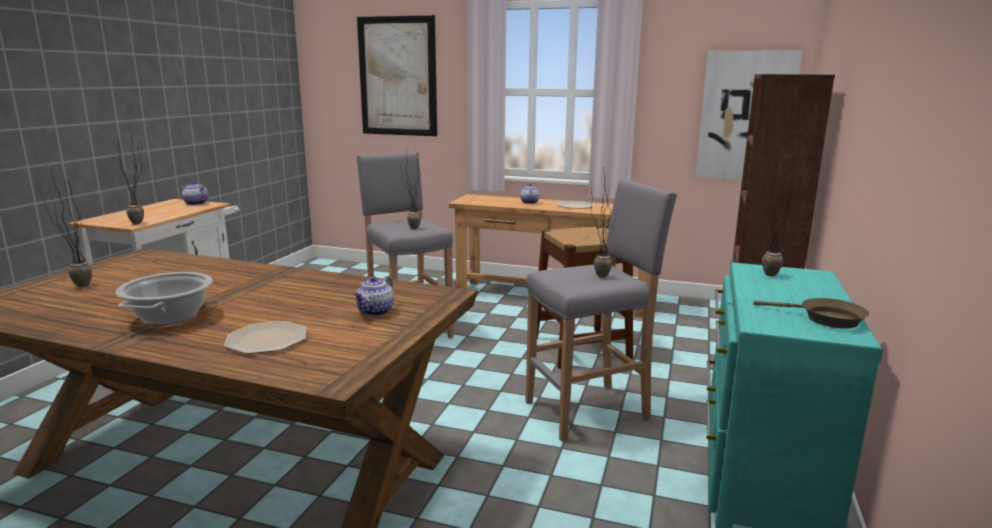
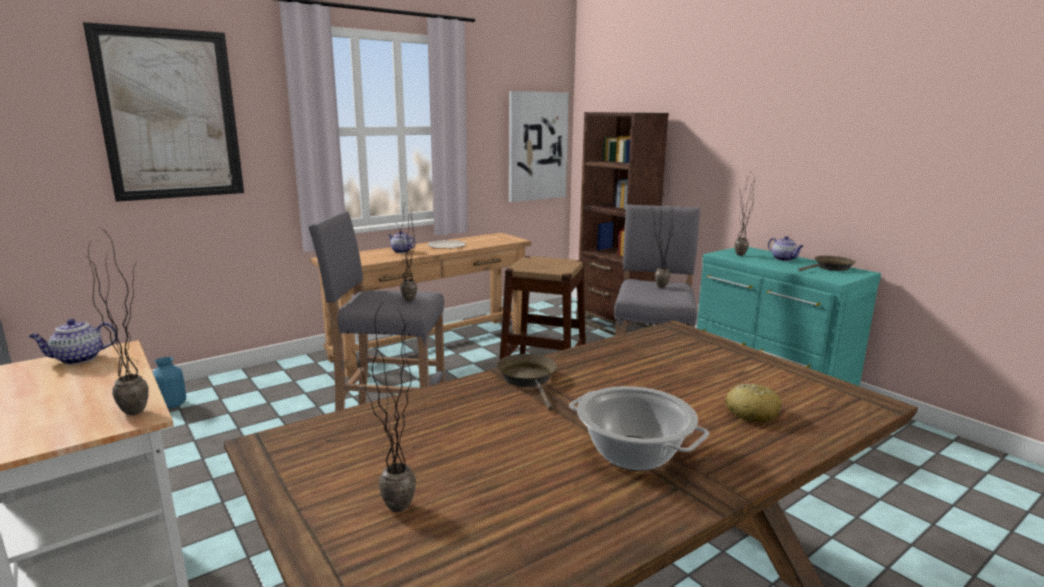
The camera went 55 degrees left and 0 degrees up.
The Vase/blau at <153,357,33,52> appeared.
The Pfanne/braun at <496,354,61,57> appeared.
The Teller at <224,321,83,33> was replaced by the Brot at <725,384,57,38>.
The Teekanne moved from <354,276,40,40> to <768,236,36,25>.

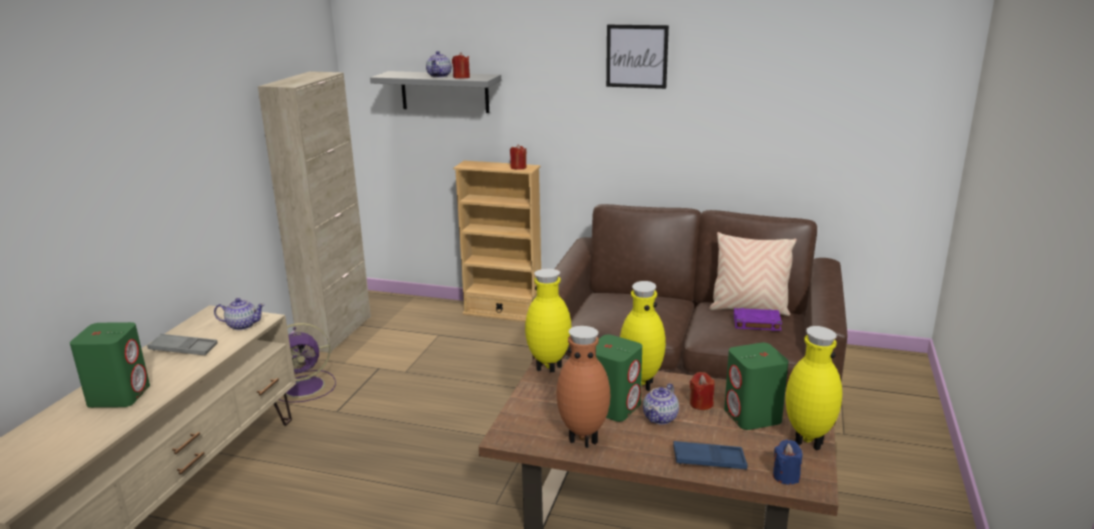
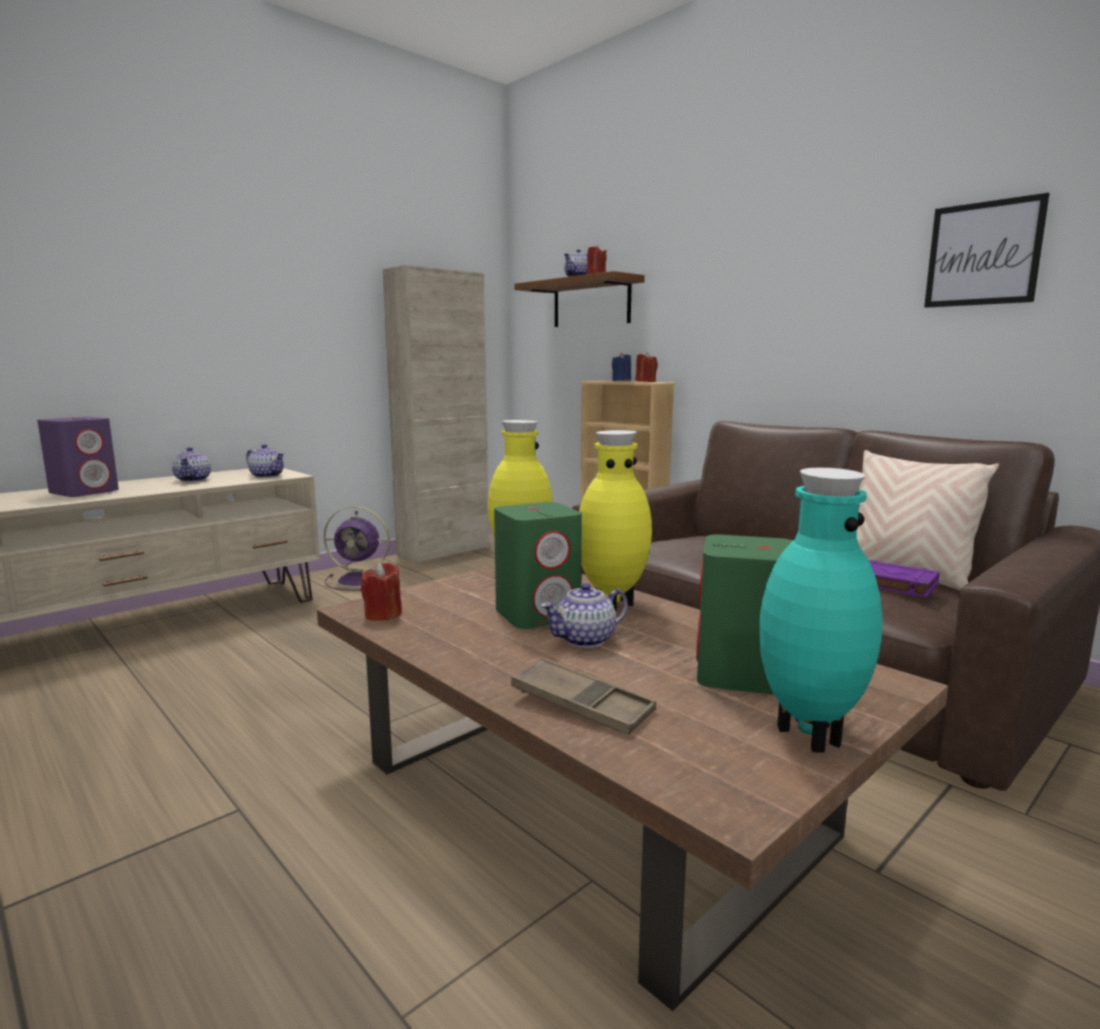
The camera went 30 degrees right and 10 degrees down.
The Lautsprecher/grün at <70,322,80,86> became the Lautsprecher/lila at <37,417,82,80>.
The Tablett/grau at <147,334,71,21> was replaced by the Teekanne at <172,447,39,35>.
The Kerze/rot moved from <690,372,24,38> to <361,563,41,58>.
The Tablett/blau at <673,441,75,28> became the Tablett/braun at <511,658,145,77>.
The Wandregal/grau at <370,71,131,42> became the Wandregal/braun at <515,271,130,56>.
The Kerze/blau moved from <773,440,29,45> to <612,352,19,29>.
The Vase/gelb at <785,326,57,124> became the Vase/türkis at <759,468,124,284>.
The Bild moved from <606,25,63,64> to <924,193,126,115>.
The Vase/braun at <557,326,53,122> disappeared.

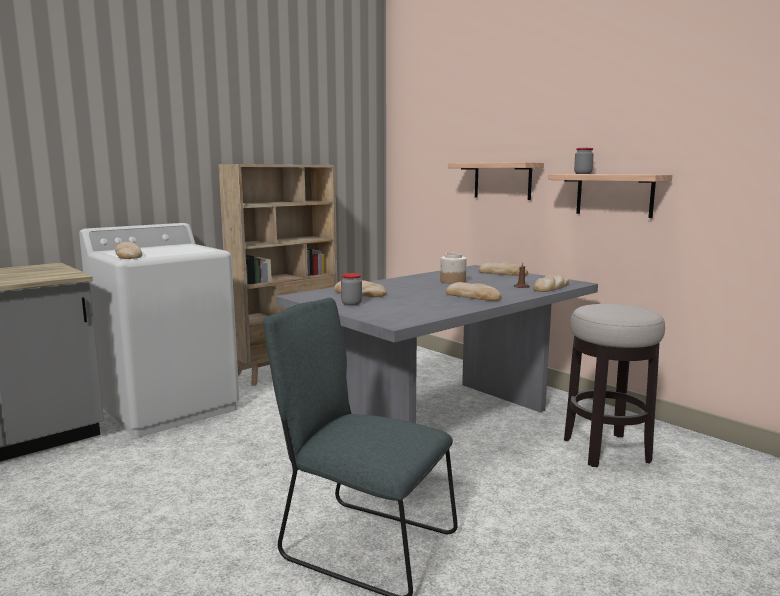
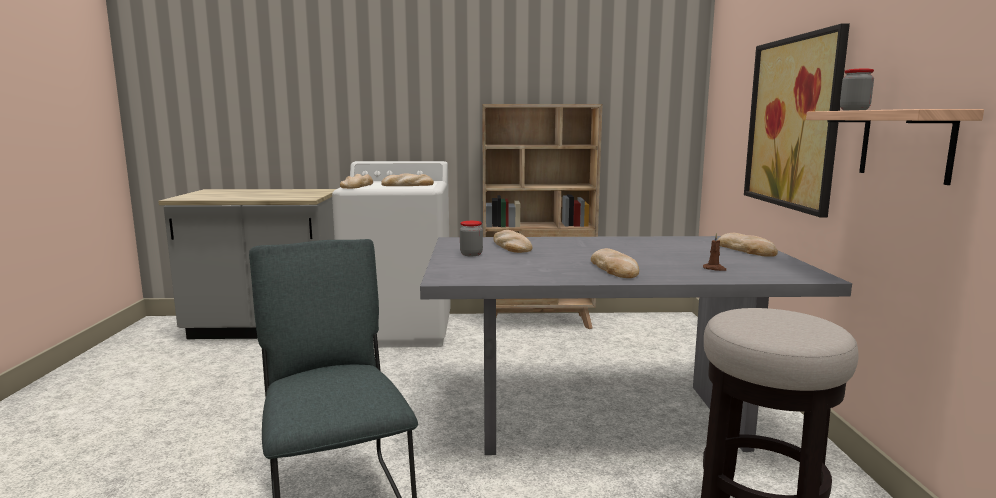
The camera went 40 degrees right and 0 degrees up.
The Brot moved from <533,274,36,18> to <381,173,53,13>.
The Wandregal at <448,162,96,38> was replaced by the Bild at <744,23,106,195>.
The Vorratsglas at <440,253,26,31> disappeared.

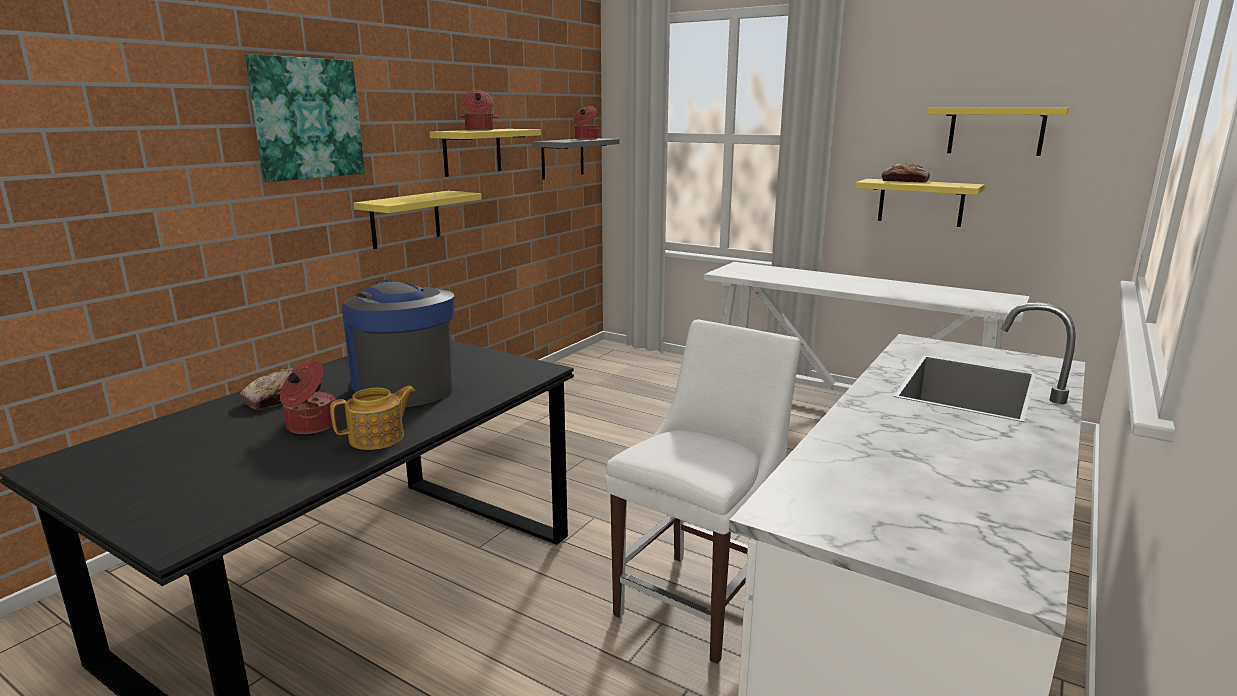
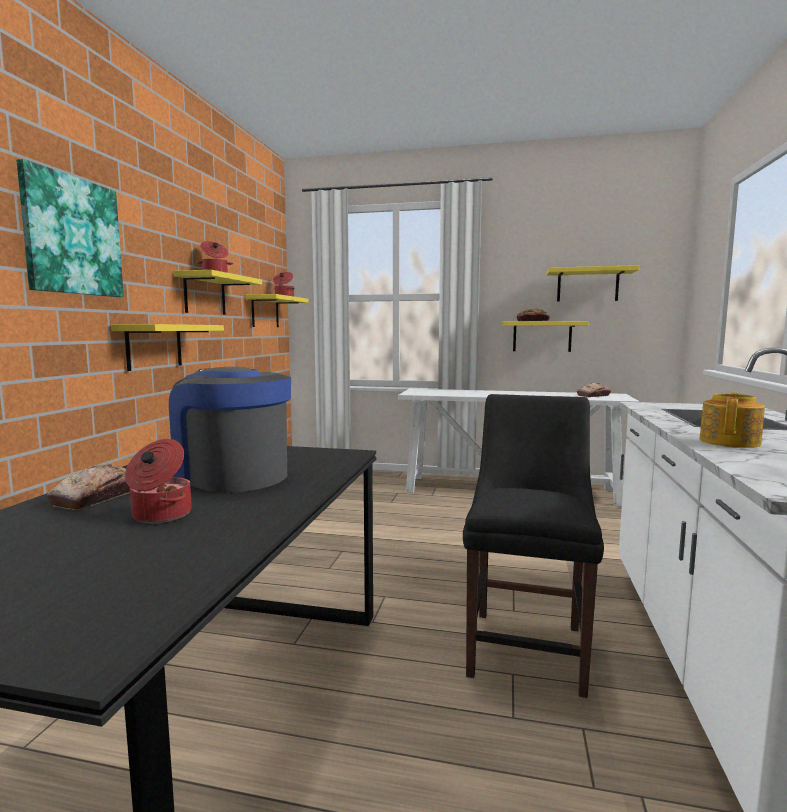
The camera went 20 degrees left and 10 degrees down.
The Wandregal/grau at <532,138,88,42> became the Wandregal/gelb at <246,294,62,33>.
The Stuhl/weiß at <605,319,196,345> became the Stuhl/schwarz at <463,394,141,304>.
The Brot at <577,383,34,14> appeared.
The Teekanne moved from <330,386,85,64> to <699,393,66,55>.

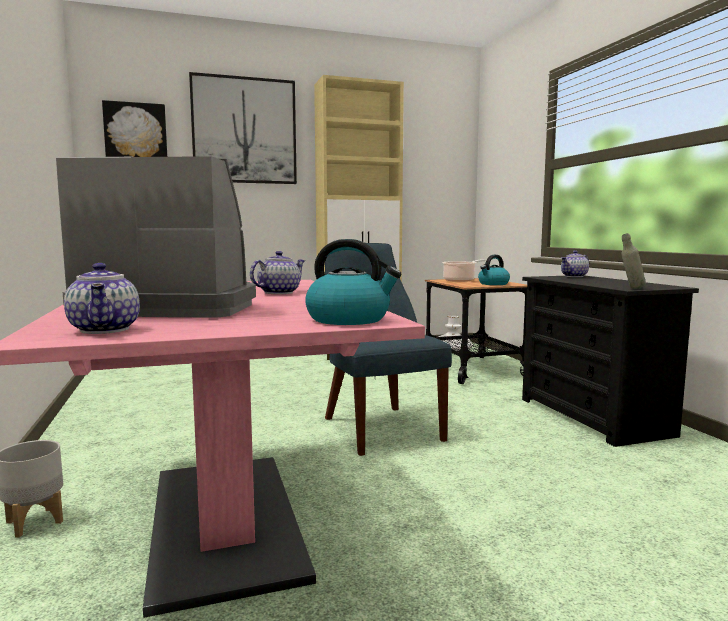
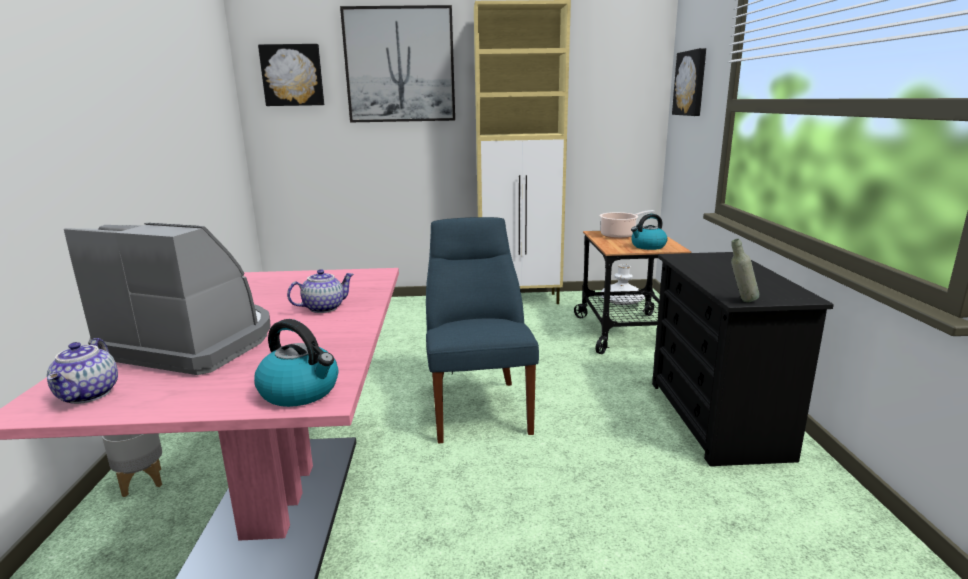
The camera went 15 degrees right and 10 degrees up.
The Bild at <672,48,34,68> appeared.
The Teekanne at <561,250,28,27> disappeared.

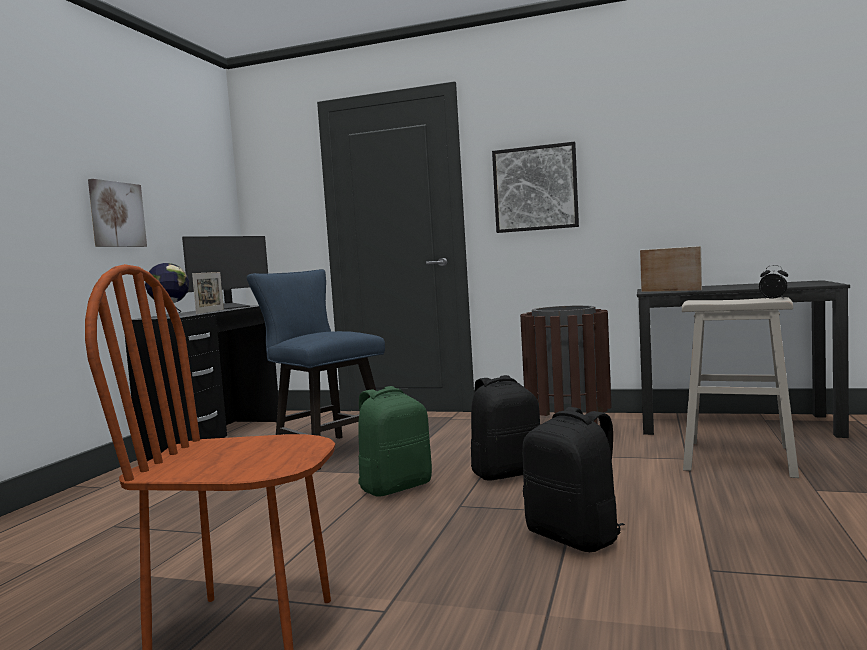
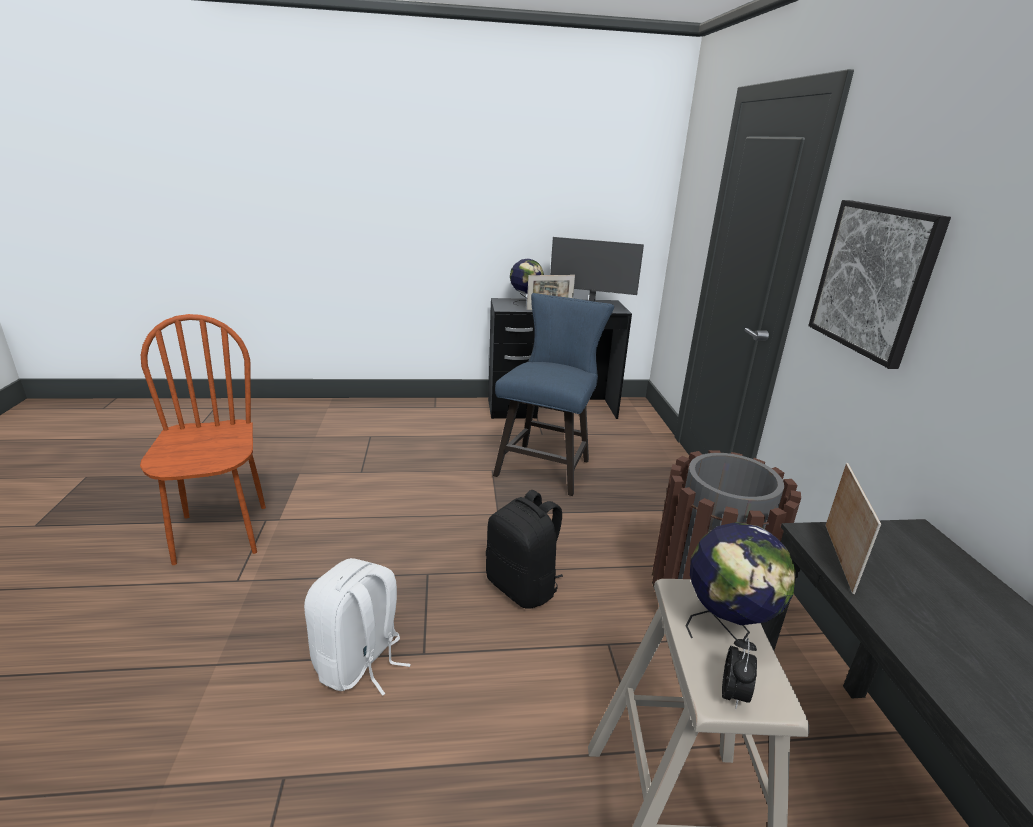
The camera went 65 degrees right and 20 degrees up.
The Rucksack/schwarz at <522,407,103,145> became the Rucksack/weiß at <304,558,107,138>.
The Globus at <685,522,111,118> appeared.
The Bild at <88,179,59,68> disappeared.
The Rucksack/grün at <358,386,74,111> disappeared.

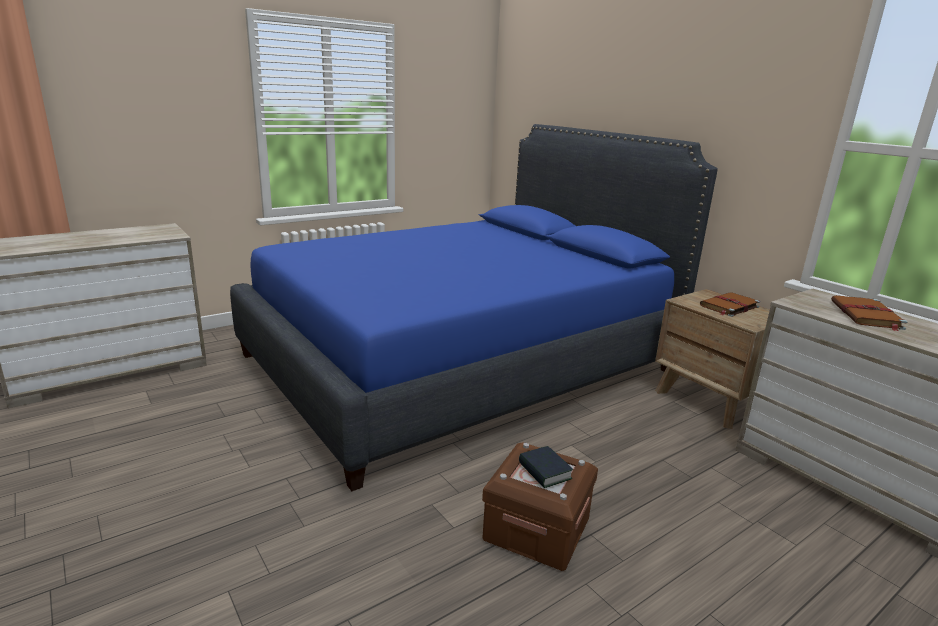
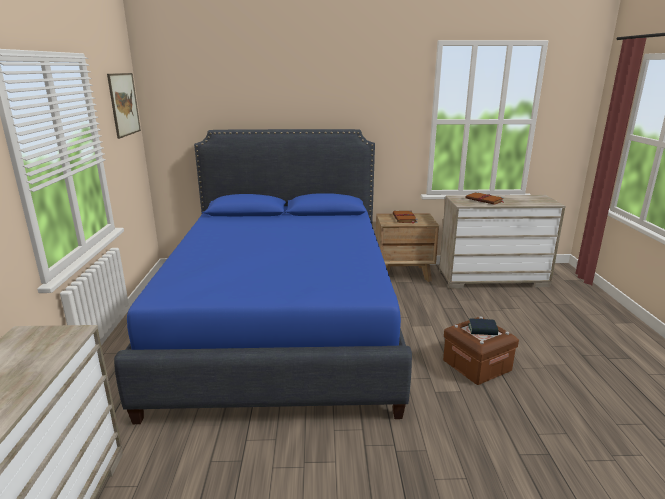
The camera went 55 degrees left and 0 degrees up.
The Bild at <107,73,34,66> appeared.

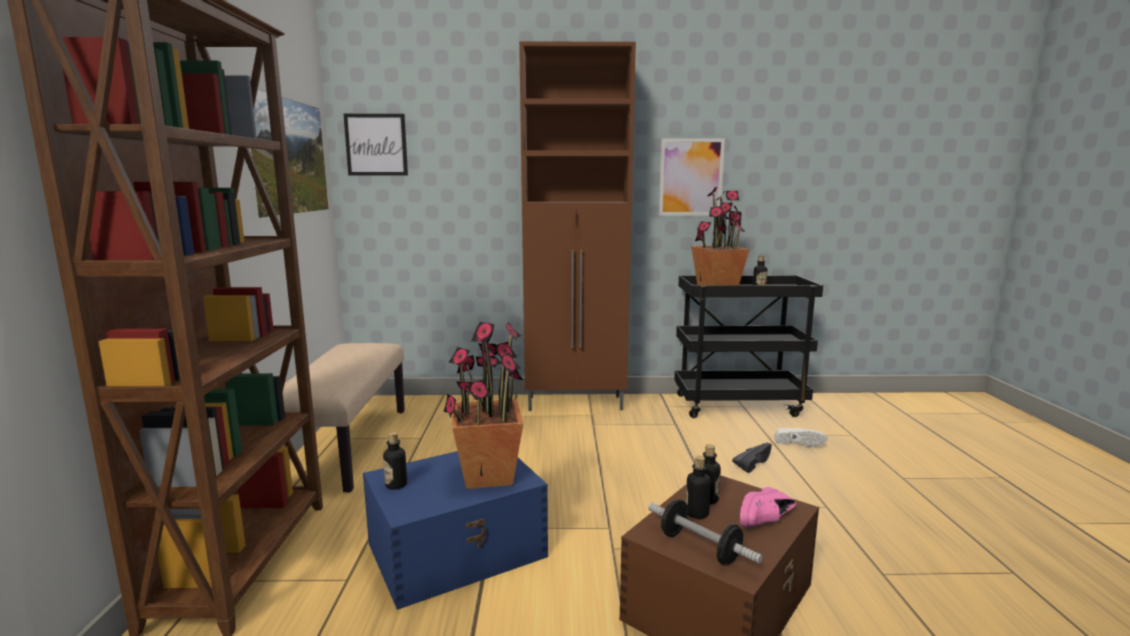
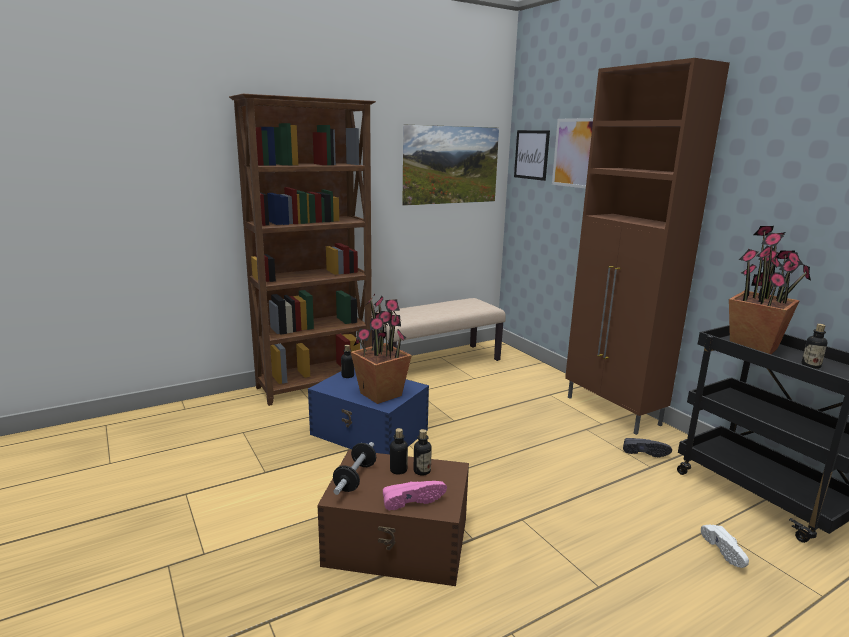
The camera went 60 degrees right and 5 degrees up.
The Schuh/rosa at <740,487,56,40> turned 150 degrees clockwise.
The Bild moved from <659,138,66,77> to <552,118,41,71>.
The Schuh/schwarz moved from <732,443,40,30> to <623,438,49,19>.

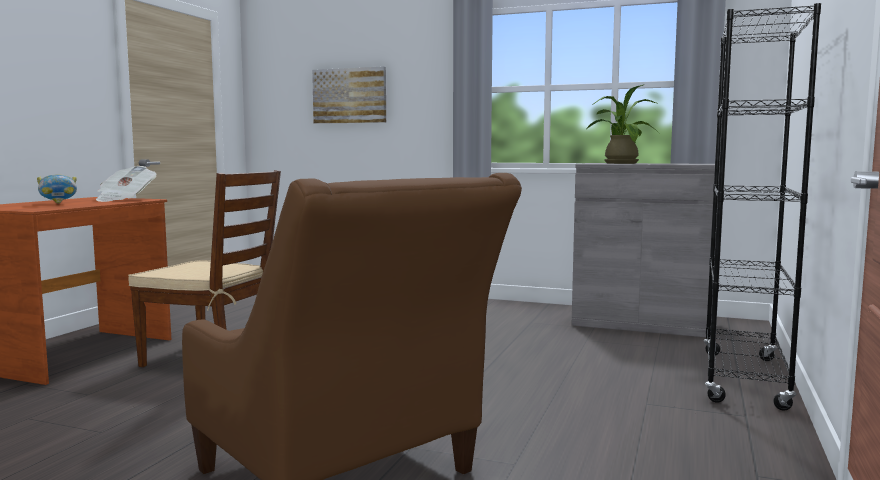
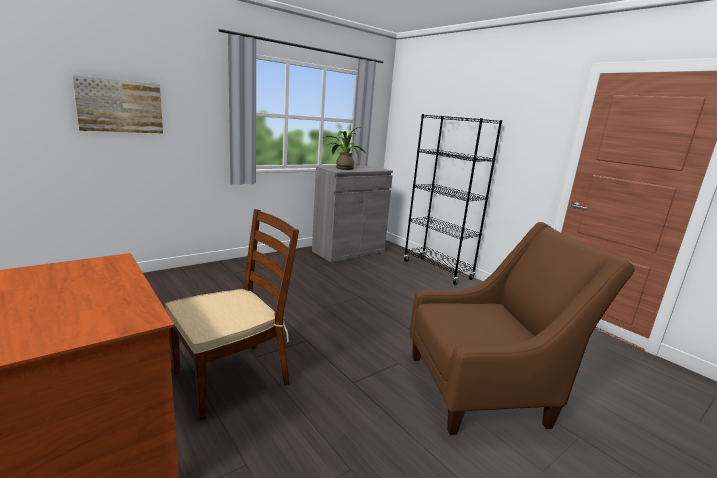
The camera went 60 degrees left and 10 degrees up.
The Schüssel at <37,174,40,30> disappeared.
The Zeitung at <96,166,61,36> disappeared.

